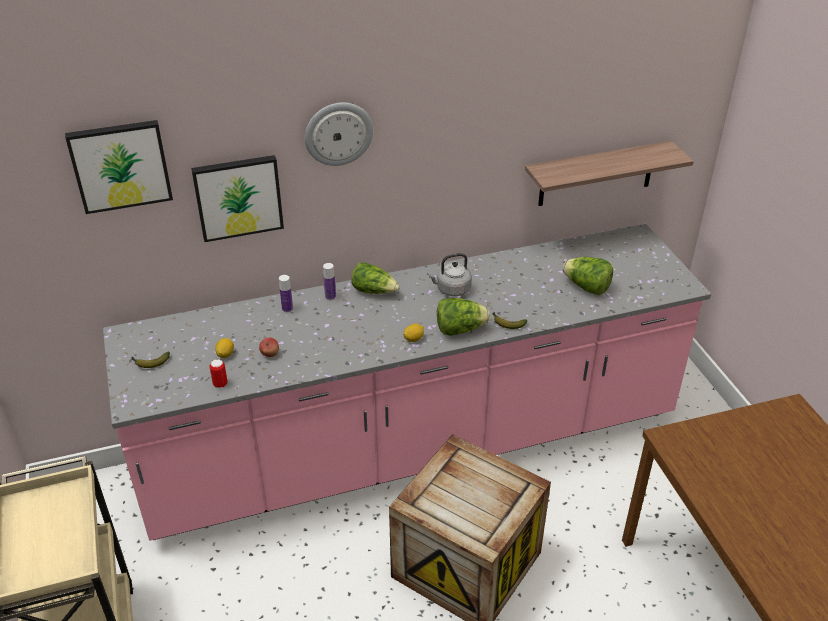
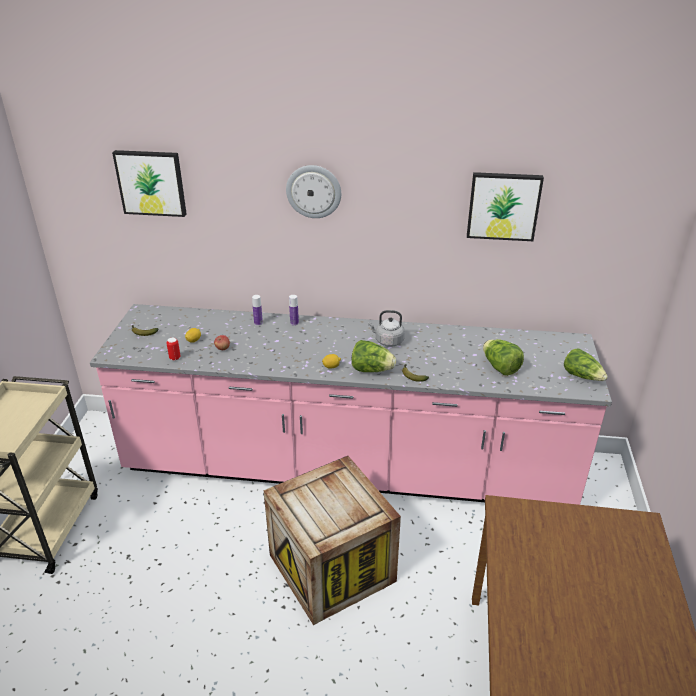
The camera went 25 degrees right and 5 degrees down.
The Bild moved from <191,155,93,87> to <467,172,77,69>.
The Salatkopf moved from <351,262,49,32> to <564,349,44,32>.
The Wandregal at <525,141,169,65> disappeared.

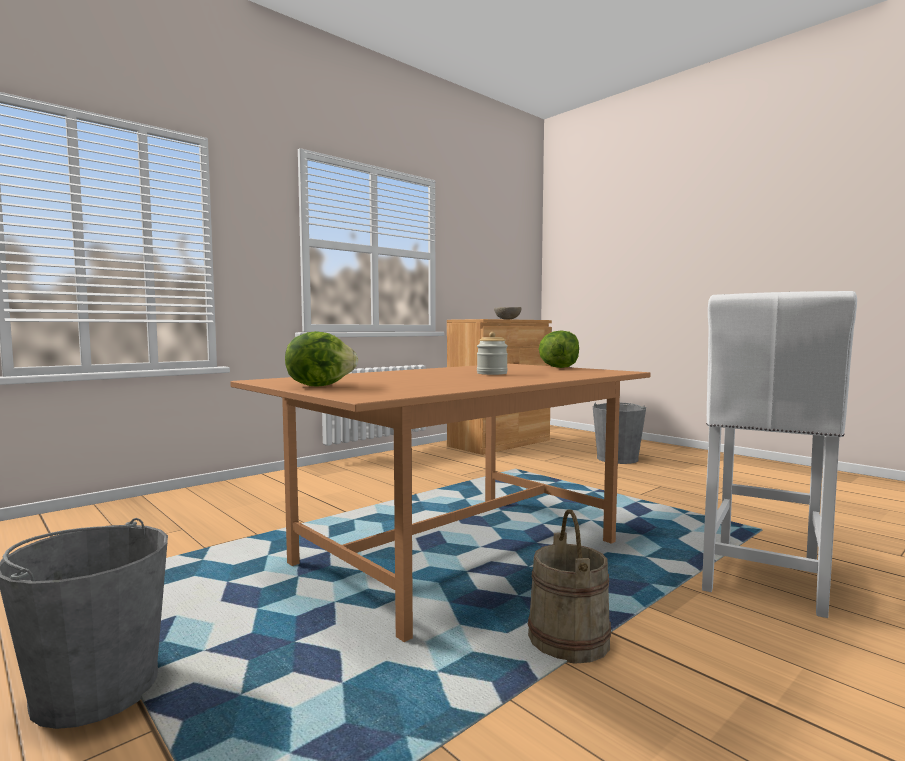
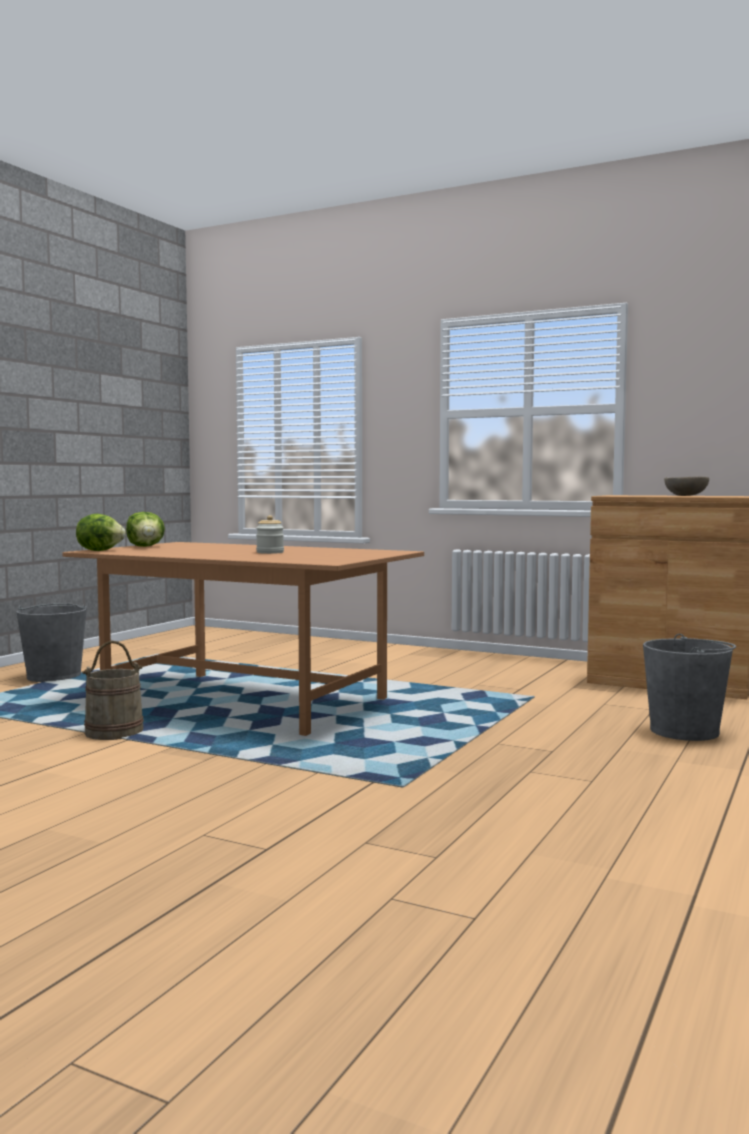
The camera went 70 degrees right and 0 degrees up.
The Salatkopf moved from <539,330,40,38> to <76,514,50,37>.
The Hocker/weiß at <702,291,155,327> disappeared.

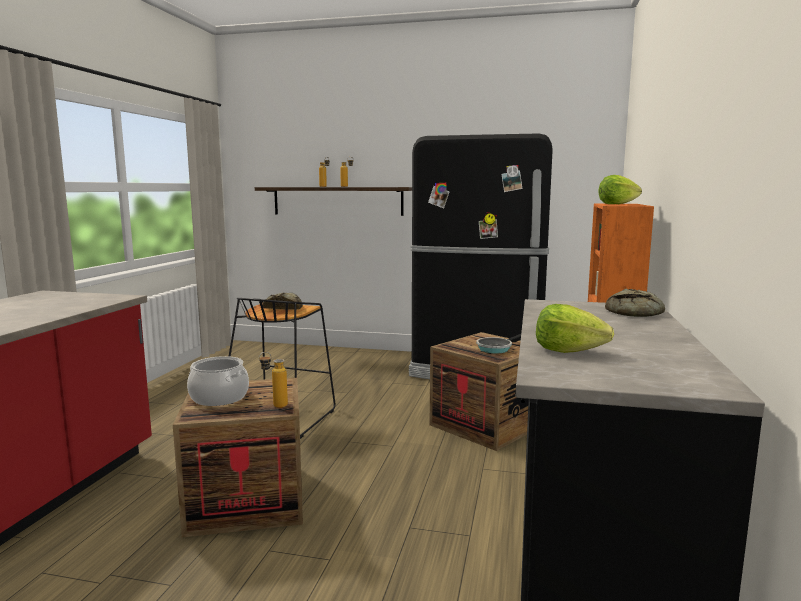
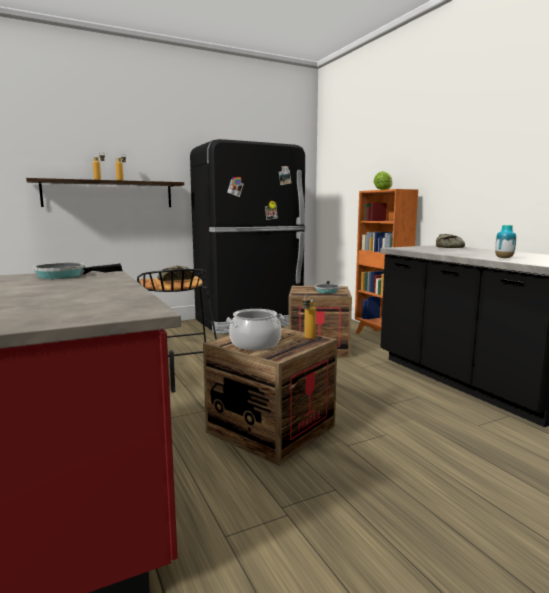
The camera went 40 degrees left and 0 degrees up.
The Pfanne at <33,263,89,16> appeared.
The Salatkopf at <536,304,78,49> was replaced by the Vase at <495,225,21,33>.

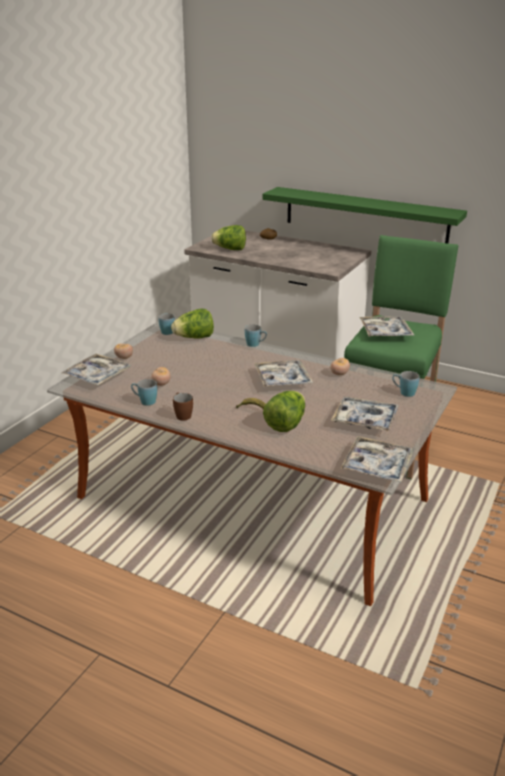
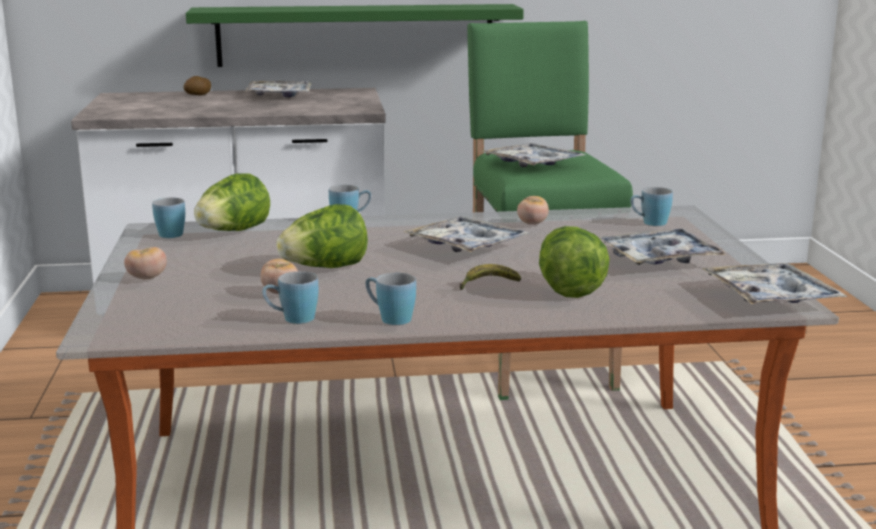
The camera went 35 degrees left and 10 degrees down.
The Tablett moved from <62,354,69,31> to <245,81,67,16>.
The Salatkopf moved from <211,225,35,25> to <276,204,92,64>.
The Henkelbecher/braun at <173,393,20,28> became the Henkelbecher/blau at <365,273,51,52>.

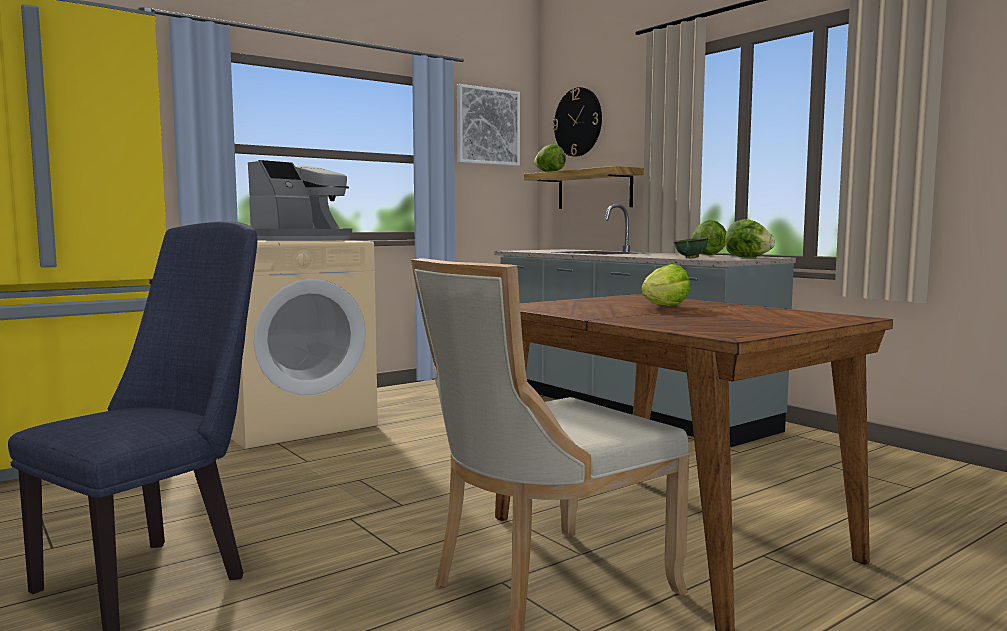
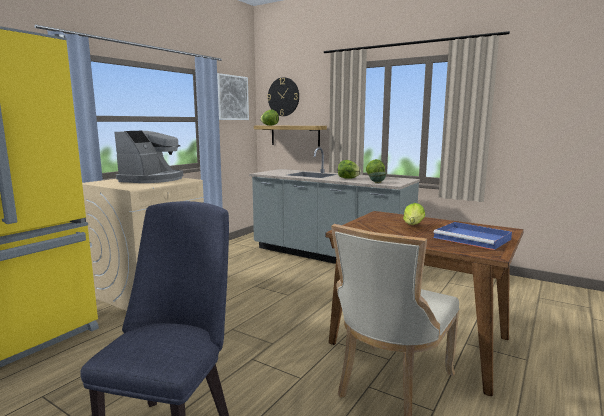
The camera went 20 degrees left and 5 degrees up.
The Salatkopf moved from <725,219,50,38> to <338,160,23,19>.
The Tablett/blau at <434,222,78,28> appeared.

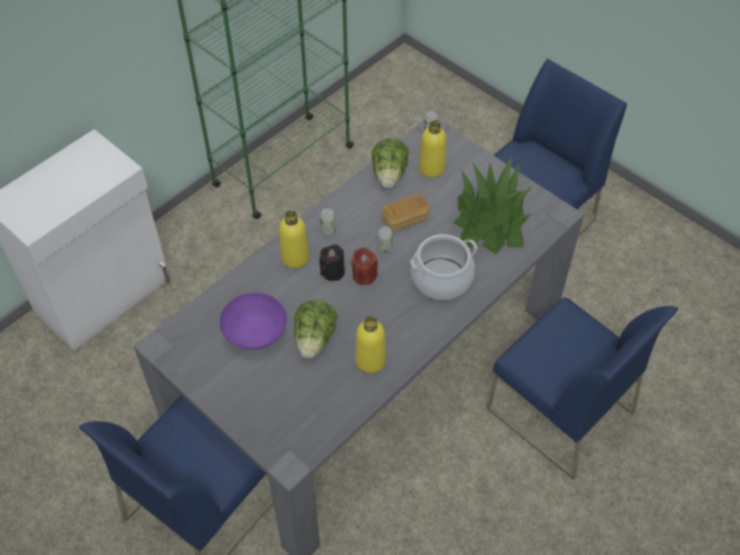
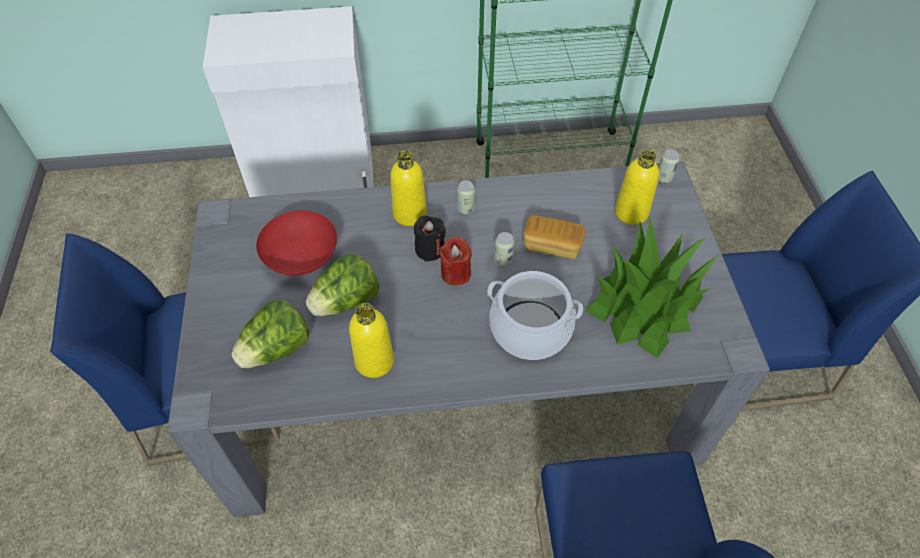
The camera went 40 degrees right and 0 degrees up.
The Salatkopf moved from <372,138,37,50> to <231,300,78,68>.
The Schüssel/lila at <220,293,66,57> became the Schüssel/rot at <256,211,81,65>.

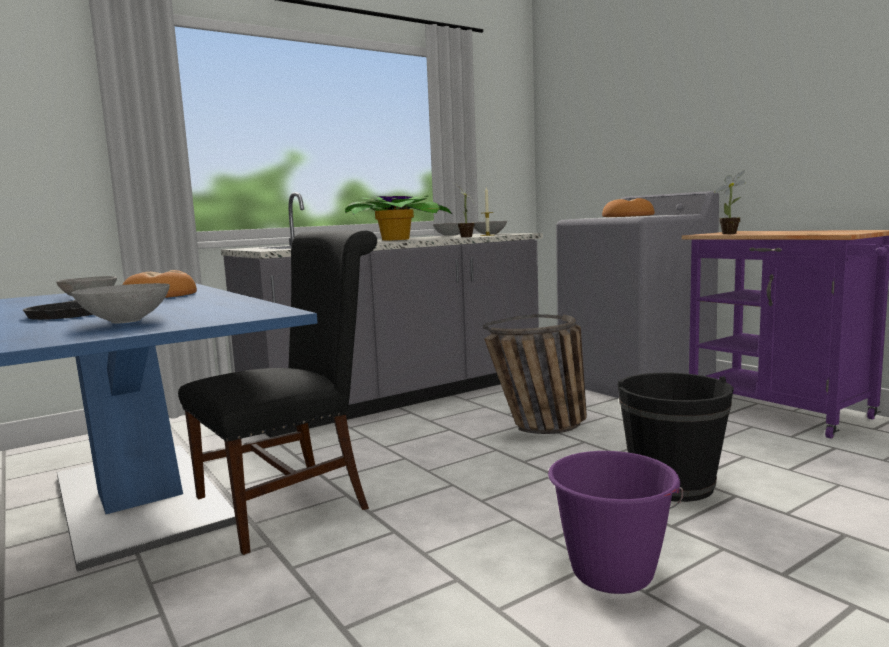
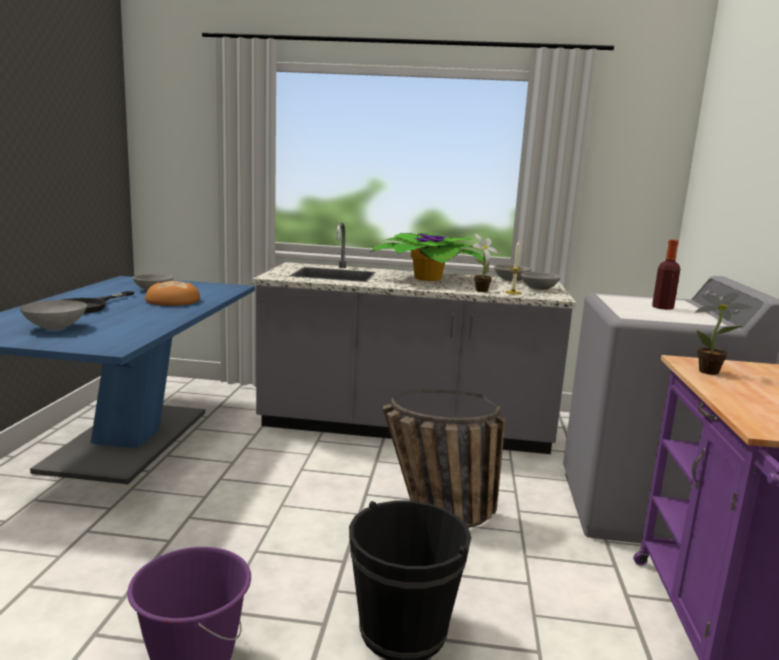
The camera went 40 degrees right and 5 degrees up.
The Brot at <602,198,53,19> was replaced by the Flasche at <652,239,28,71>.
The Stuhl/schwarz at <178,230,199,325> disappeared.

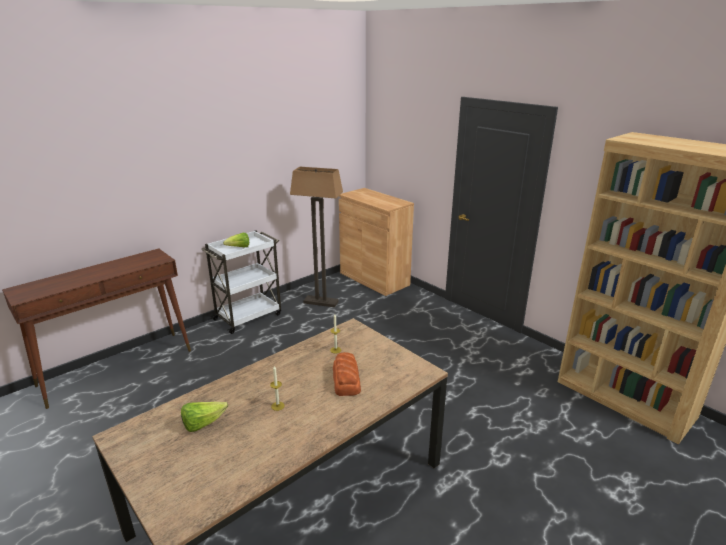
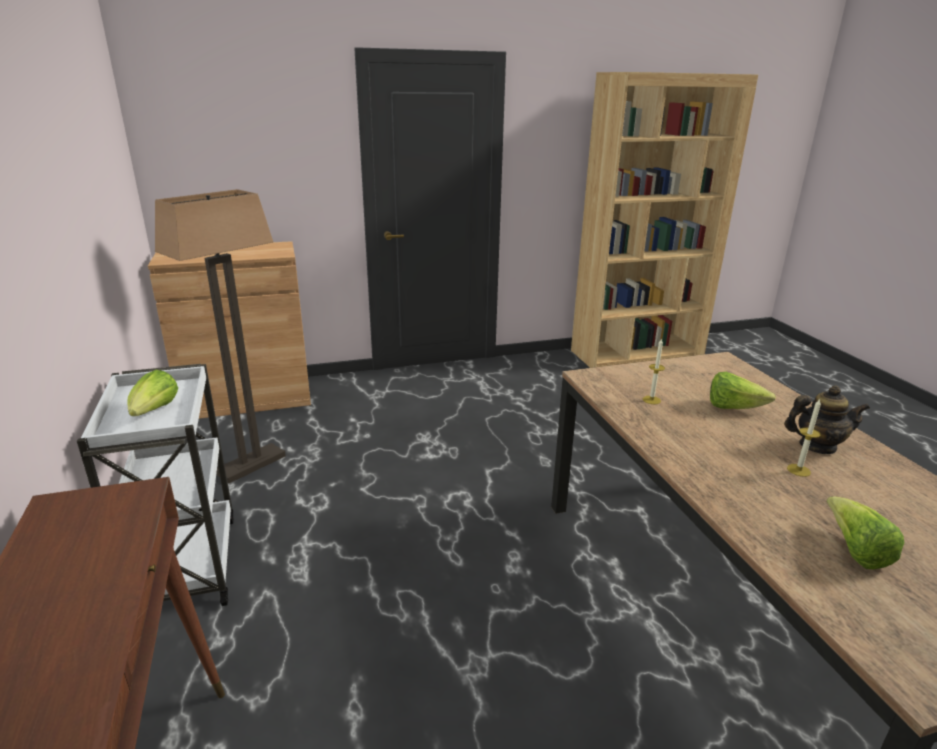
The camera went 65 degrees left and 0 degrees up.
The Brot at <333,352,28,44> was replaced by the Salatkopf at <710,372,66,37>.
The Teekanne at <784,385,86,69> appeared.

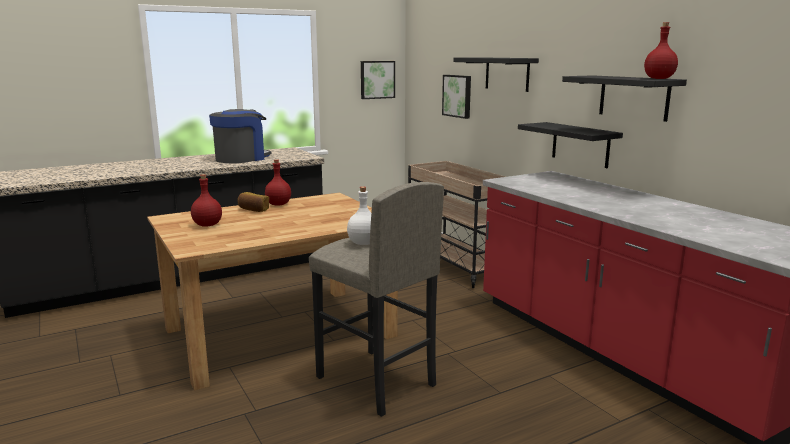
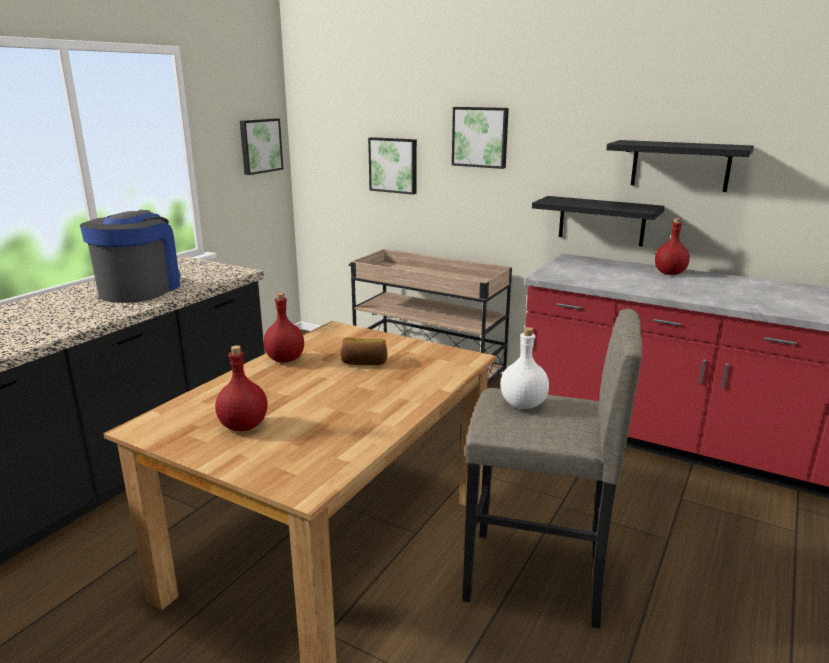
The camera went 30 degrees left and 5 degrees up.
The Brot moved from <237,192,32,20> to <340,338,47,27>.
The Wandregal/schwarz at <453,57,86,35> was replaced by the Bild at <452,107,57,62>.
The Flasche/rot moved from <644,22,34,57> to <655,218,35,57>.

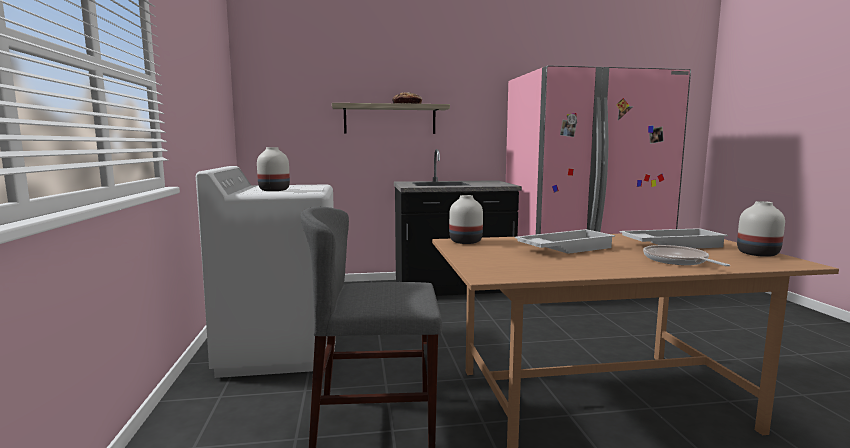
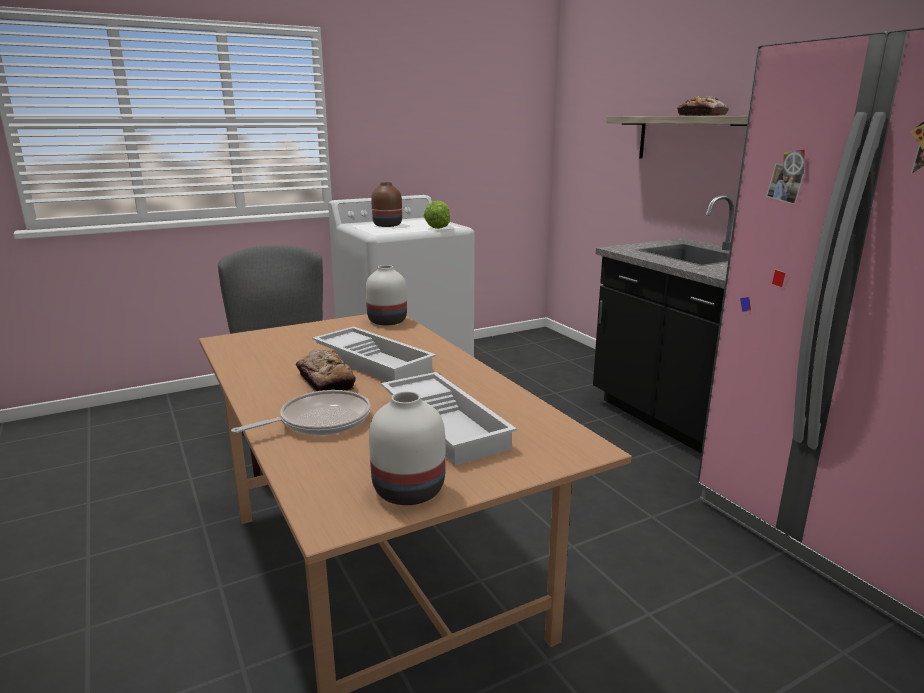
The camera went 70 degrees right and 10 degrees up.
The Brot at <296,349,60,42> appeared.
The Vase/weiß at <257,147,33,44> became the Vase/braun at <371,182,31,45>.
The Salatkopf at <424,201,26,28> appeared.

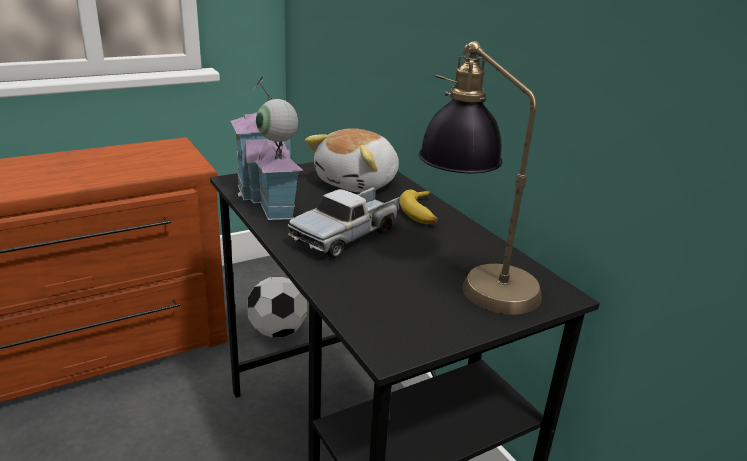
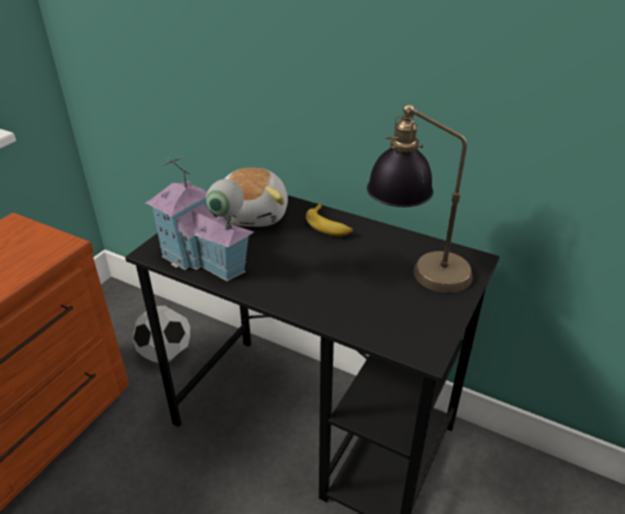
The camera went 30 degrees left and 10 degrees up.
The Spielzeuglaster at <287,187,113,71> disappeared.

